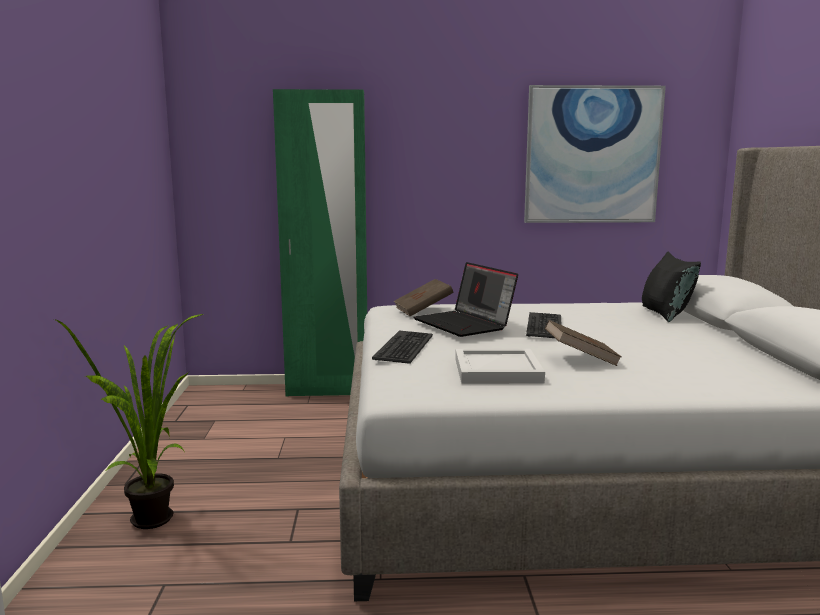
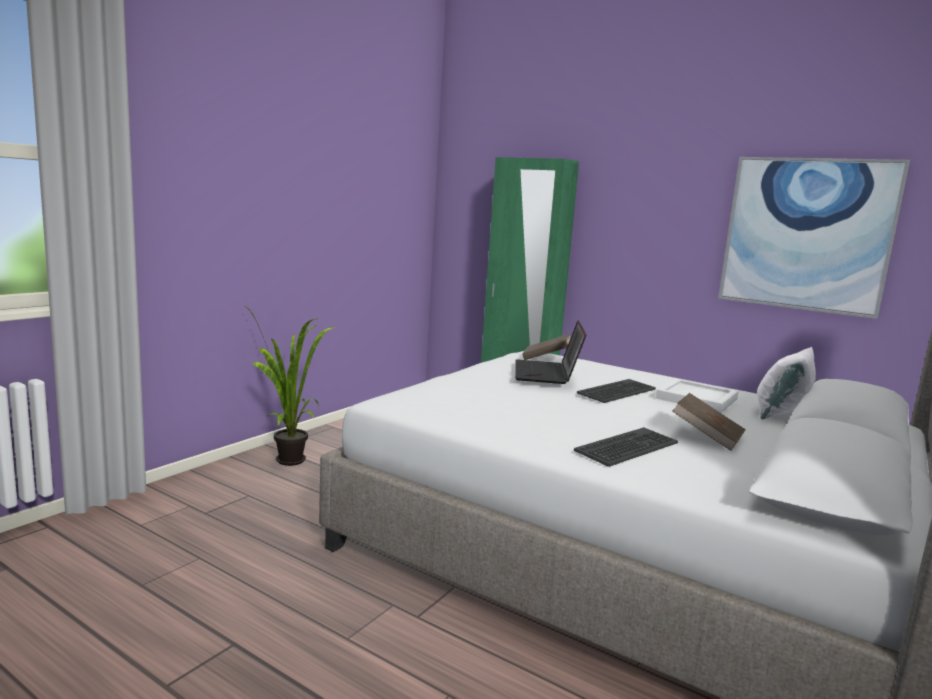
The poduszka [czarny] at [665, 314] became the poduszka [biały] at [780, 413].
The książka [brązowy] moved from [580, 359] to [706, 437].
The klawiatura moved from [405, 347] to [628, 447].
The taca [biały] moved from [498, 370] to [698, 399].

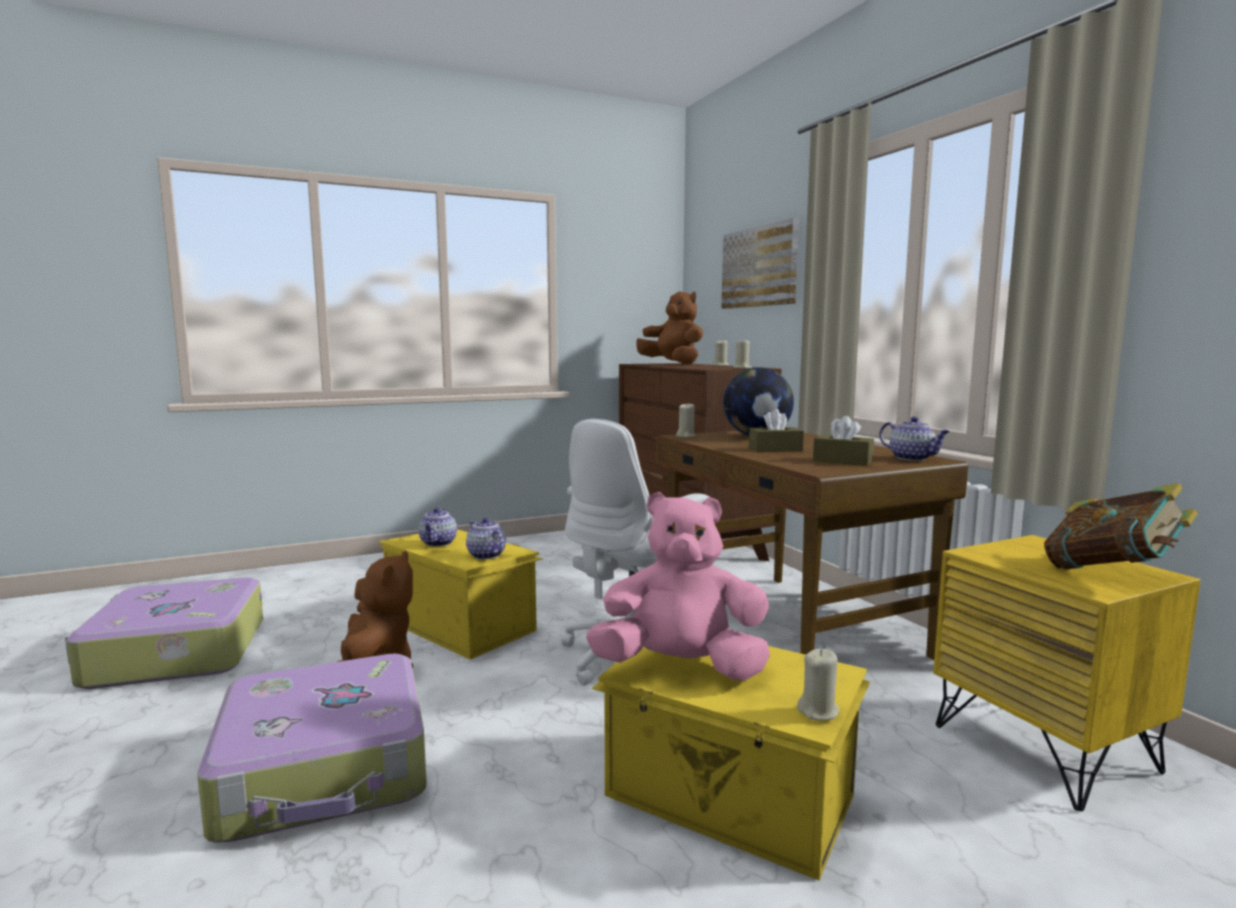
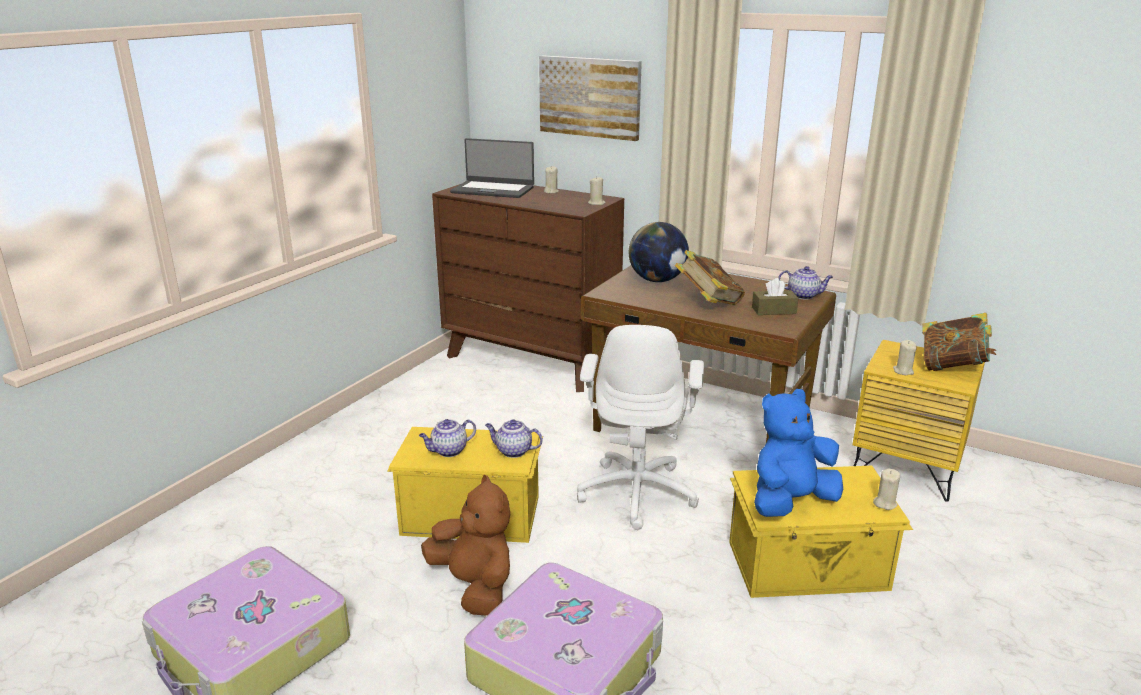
The pluszak [brązowy] at [673, 364] was replaced by the laptop at [493, 190].
The świeca [beżowy] moved from [685, 436] to [903, 371].
The pudełko chusteczek [brązowy] at [775, 449] was replaced by the książka at [708, 302].
The pluszak [różowy] at [681, 667] became the pluszak [niebieski] at [790, 502].
The imbryk at [438, 543] turned 90 degrees clockwise.

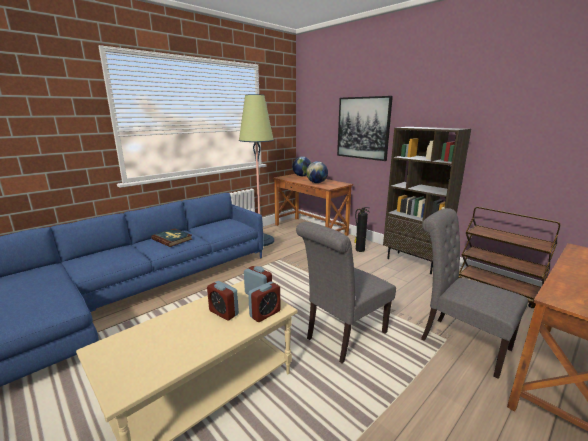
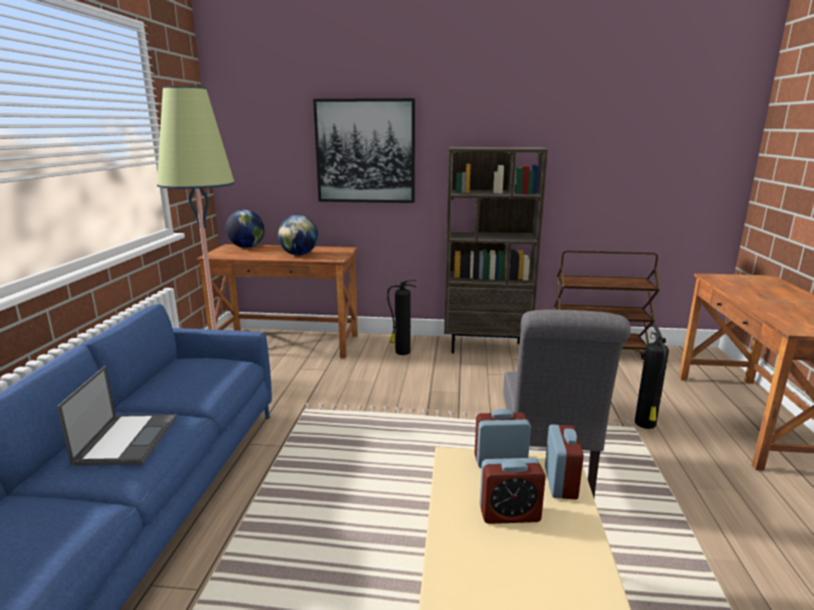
The krzesło [szary] at [459, 342] was replaced by the gaśnica at [645, 424].
The książka at [172, 239] was replaced by the laptop at [127, 439].

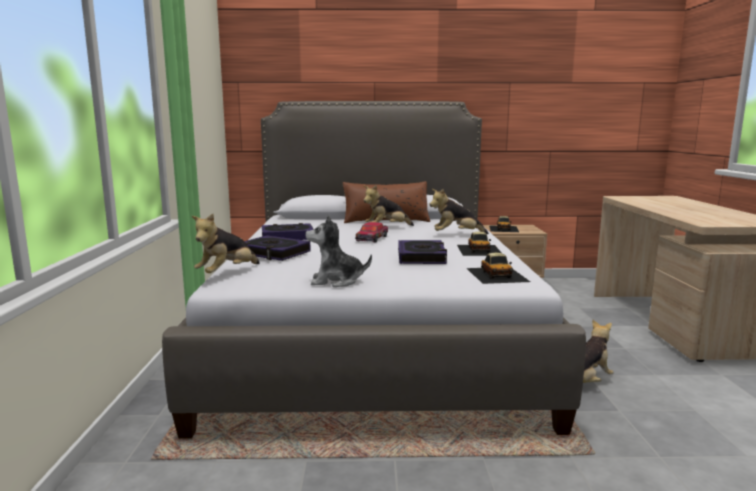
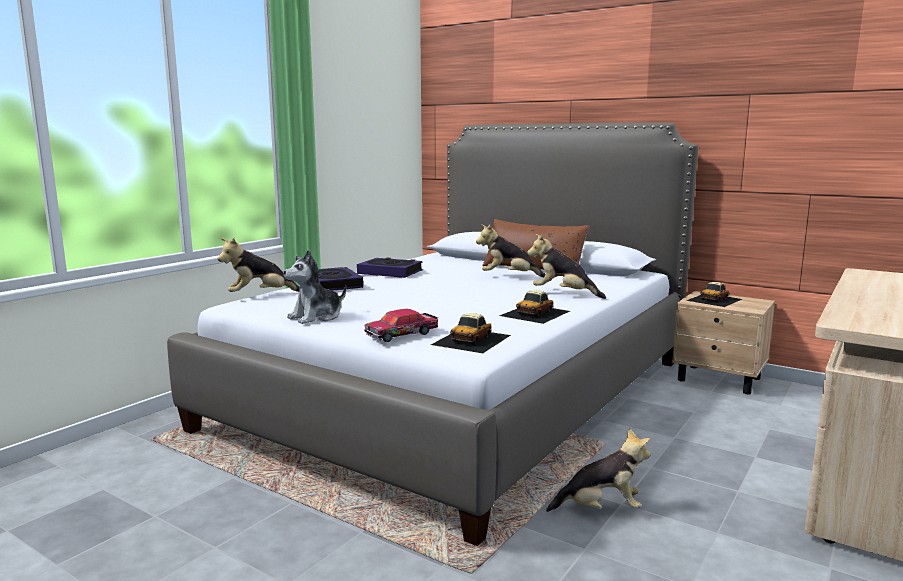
The pluszak at [336, 281] turned 75 degrees counterclockwise.
The samochodzik moved from [372, 238] to [402, 334].
The książka at [421, 257] disappeared.

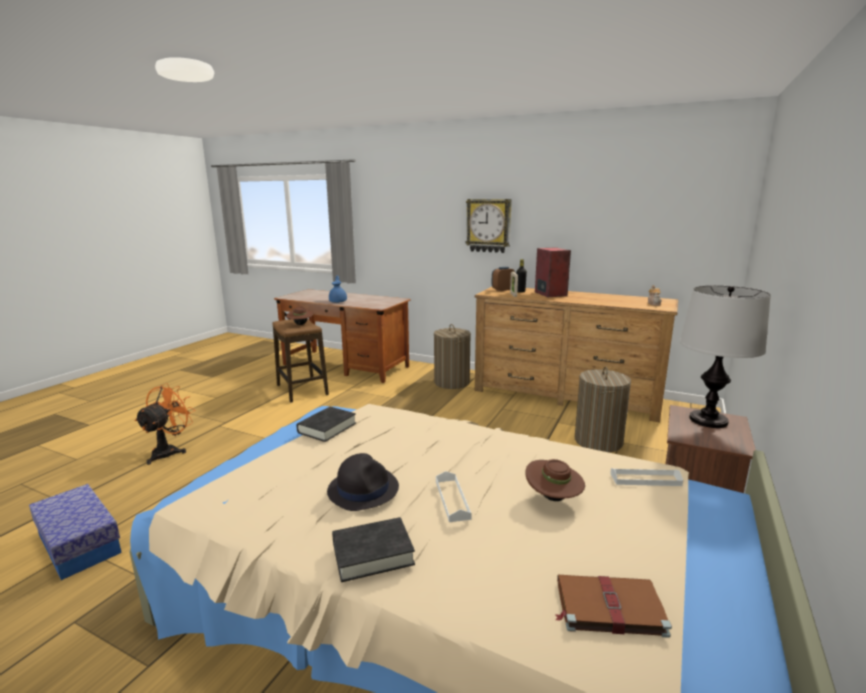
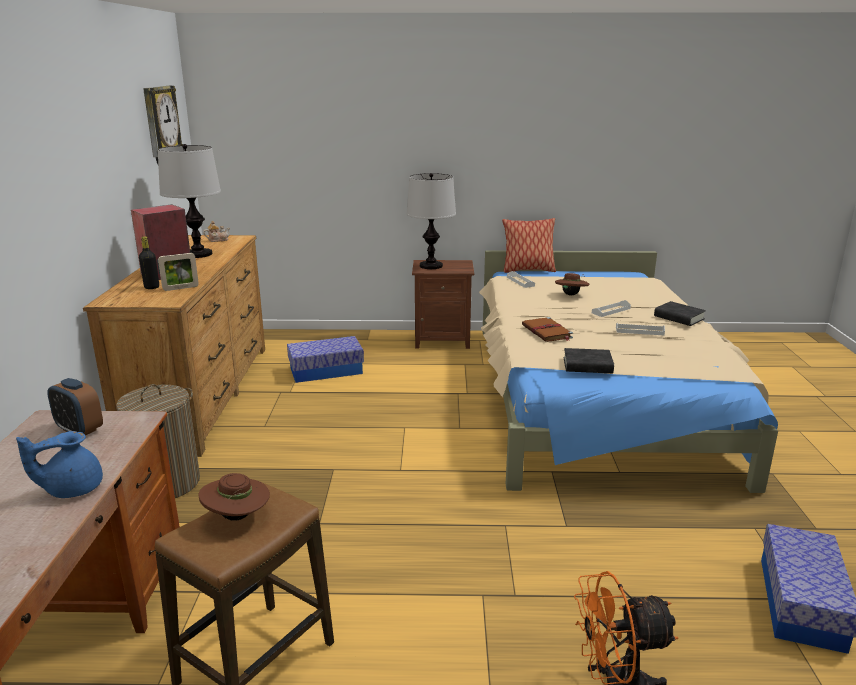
The zegar ścienny moved from [488, 225] to [160, 125].
The budzik moved from [502, 290] to [79, 430].
The kosz na pranie at [598, 441] was replaced by the pojemnik do przechowywania at [326, 371].
The kapelusz [czarny] at [363, 489] was replaced by the taca [biały] at [639, 331].
The książka [brązowy] moved from [607, 607] to [547, 332].
The lampa stołowa at [198, 254] appeared.
The poduszka at [528, 270] appeared.

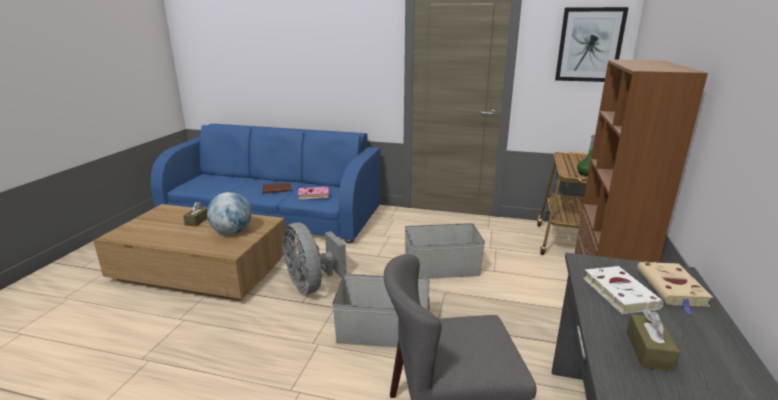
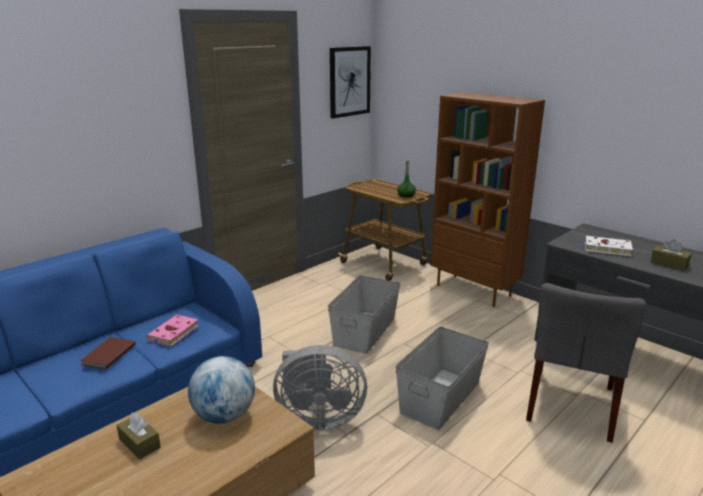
The książka [beżowy] at [672, 289] disappeared.

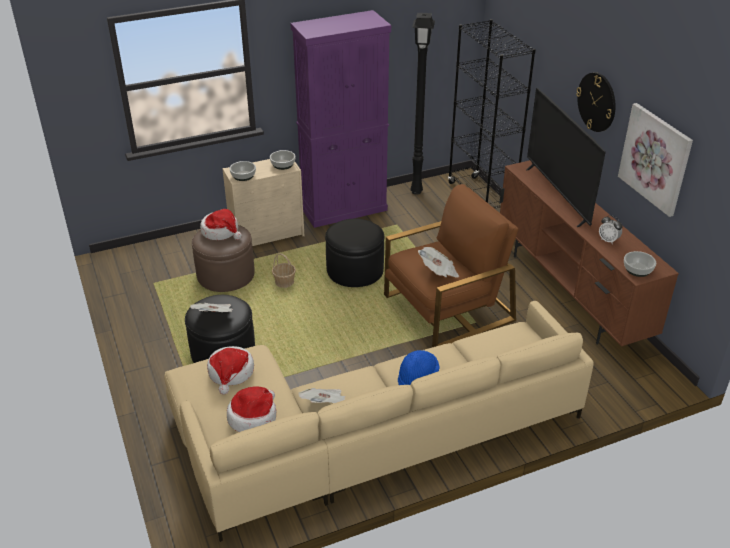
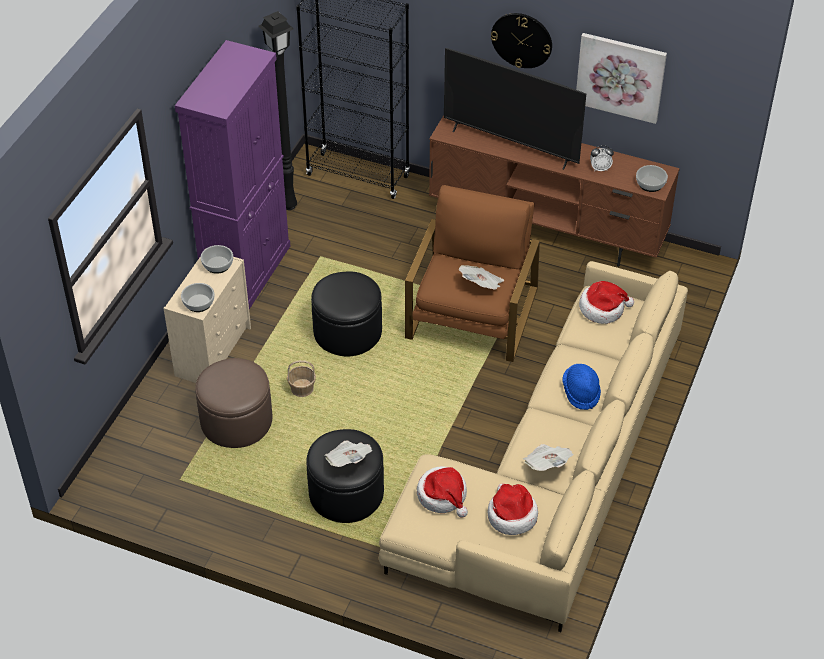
The kapelusz moved from [221, 231] to [603, 308].

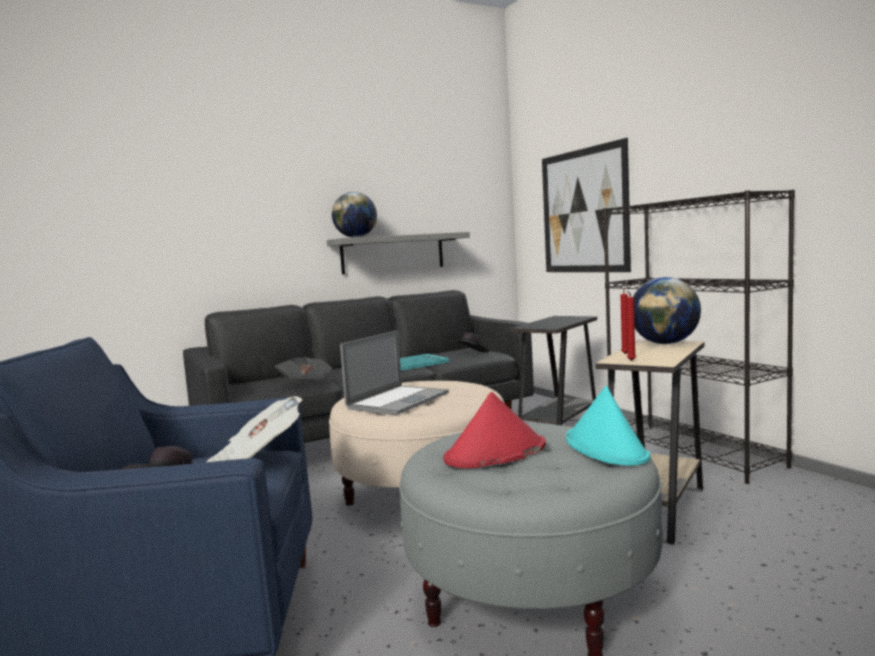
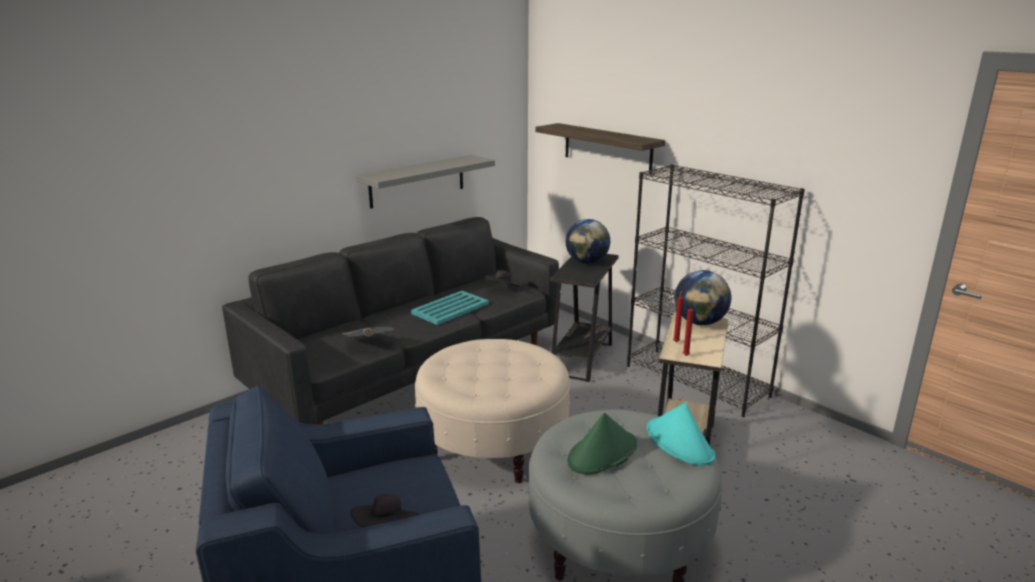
The obraz at [583, 211] was replaced by the półka at [607, 148].
The globus moved from [356, 237] to [587, 262].
The laptop at [398, 400] disappeared.
The kapelusz [czerwony] at [495, 453] became the kapelusz [zielony] at [602, 453].
The gazeta at [257, 458] disappeared.

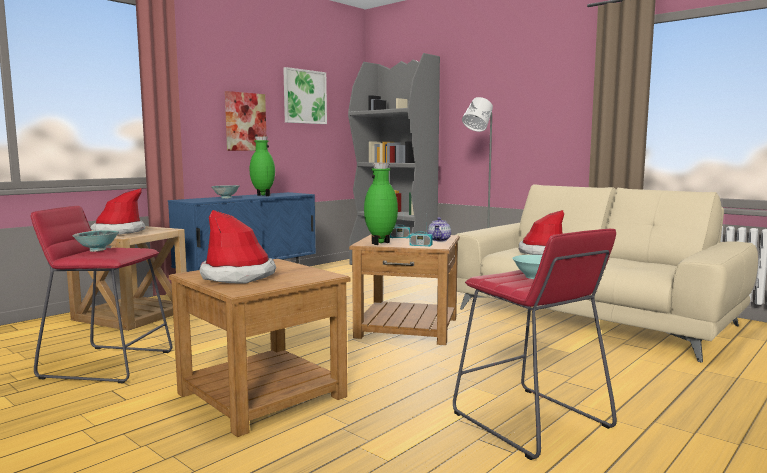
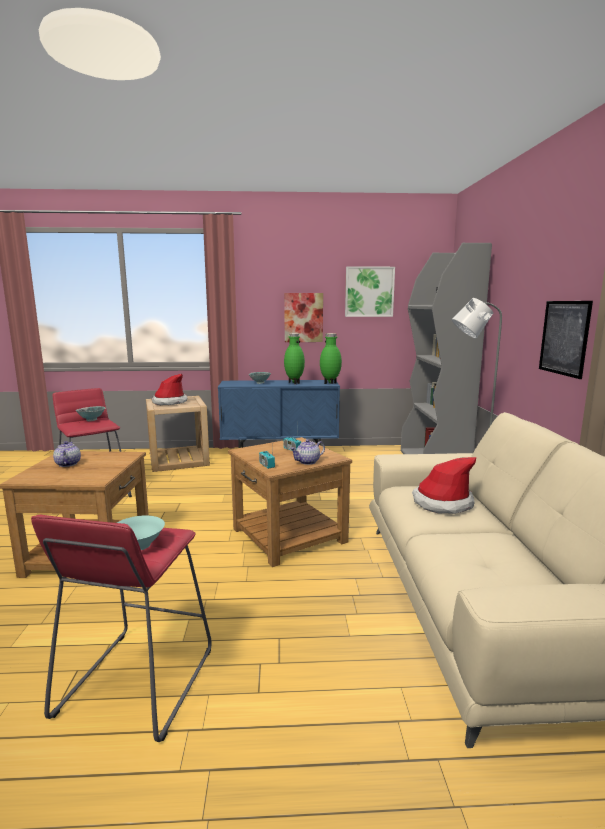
The wazon [zielony] moved from [381, 243] to [330, 383].
The kapelusz at [238, 276] was replaced by the imbryk at [67, 464].
The obraz at [564, 337] appeared.

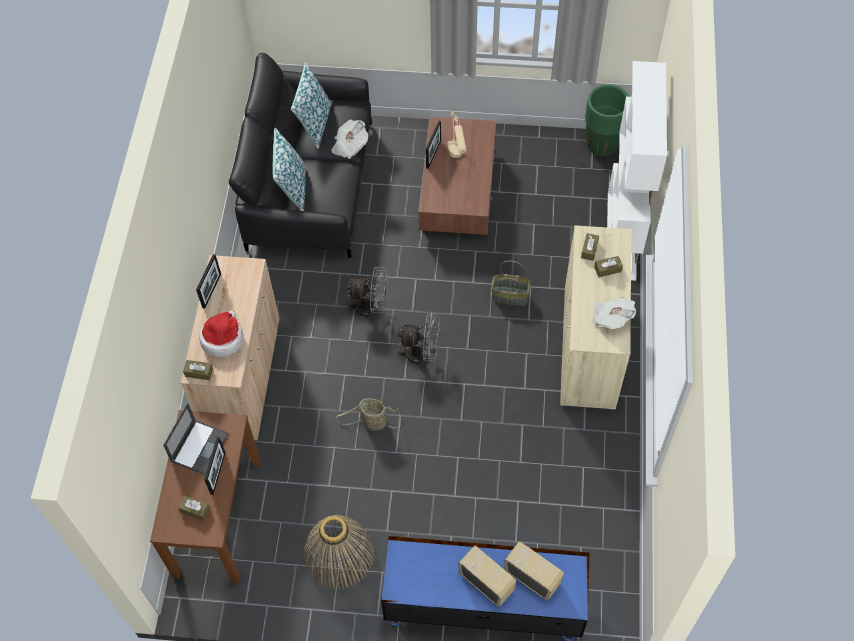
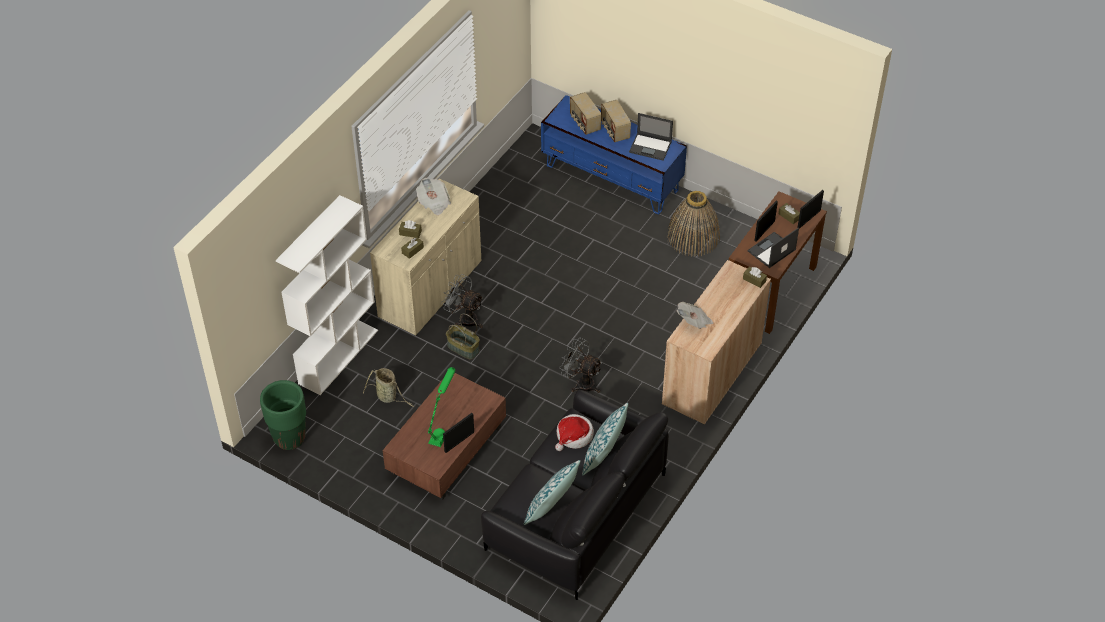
The lampa stołowa [beżowy] at [457, 160] became the lampa stołowa [zielony] at [442, 427].
The gazeta moved from [349, 146] to [694, 322].
The ramka na zdjęcie moved from [211, 291] to [809, 219].
The kapelusz moved from [223, 338] to [574, 436].
The wentylator [szary] moved from [422, 356] to [464, 318].
The koszyk moved from [372, 423] to [388, 397].
The laptop at [651, 147] appeared.

